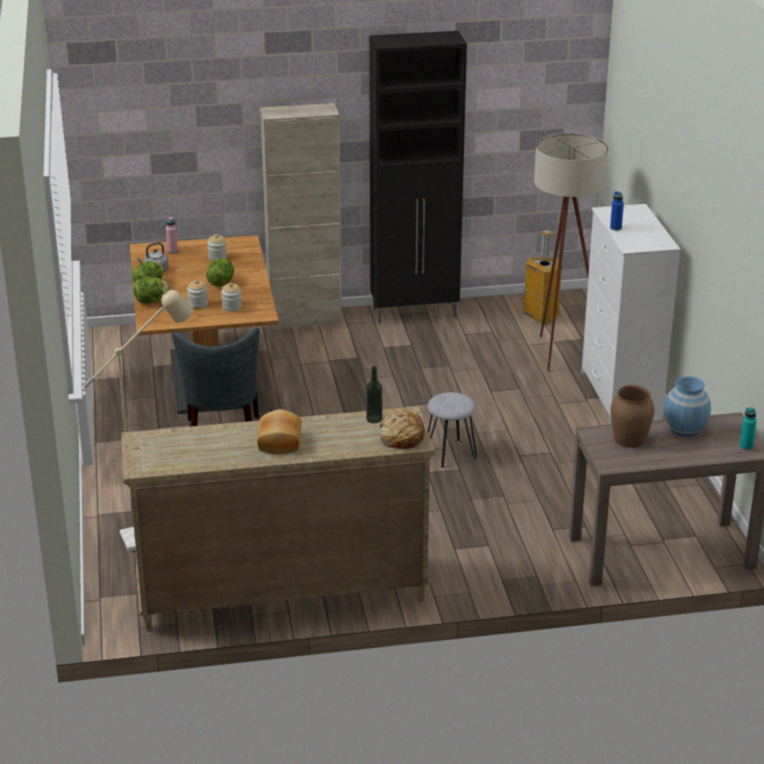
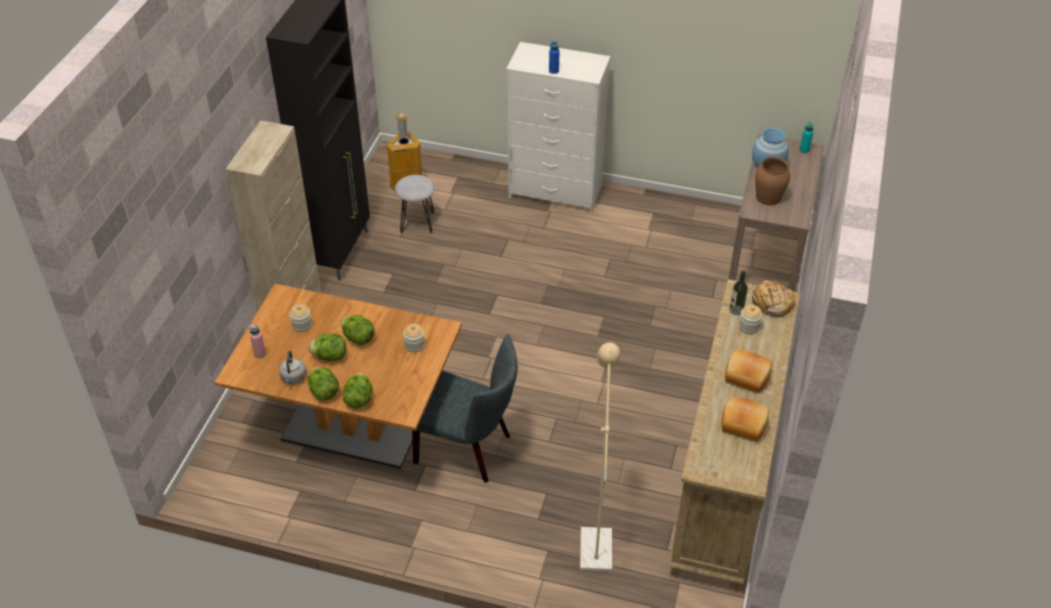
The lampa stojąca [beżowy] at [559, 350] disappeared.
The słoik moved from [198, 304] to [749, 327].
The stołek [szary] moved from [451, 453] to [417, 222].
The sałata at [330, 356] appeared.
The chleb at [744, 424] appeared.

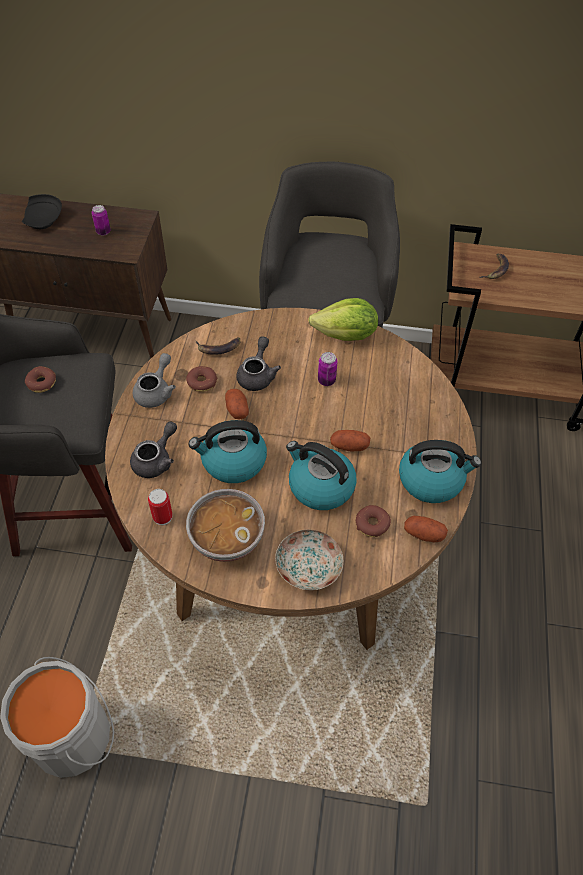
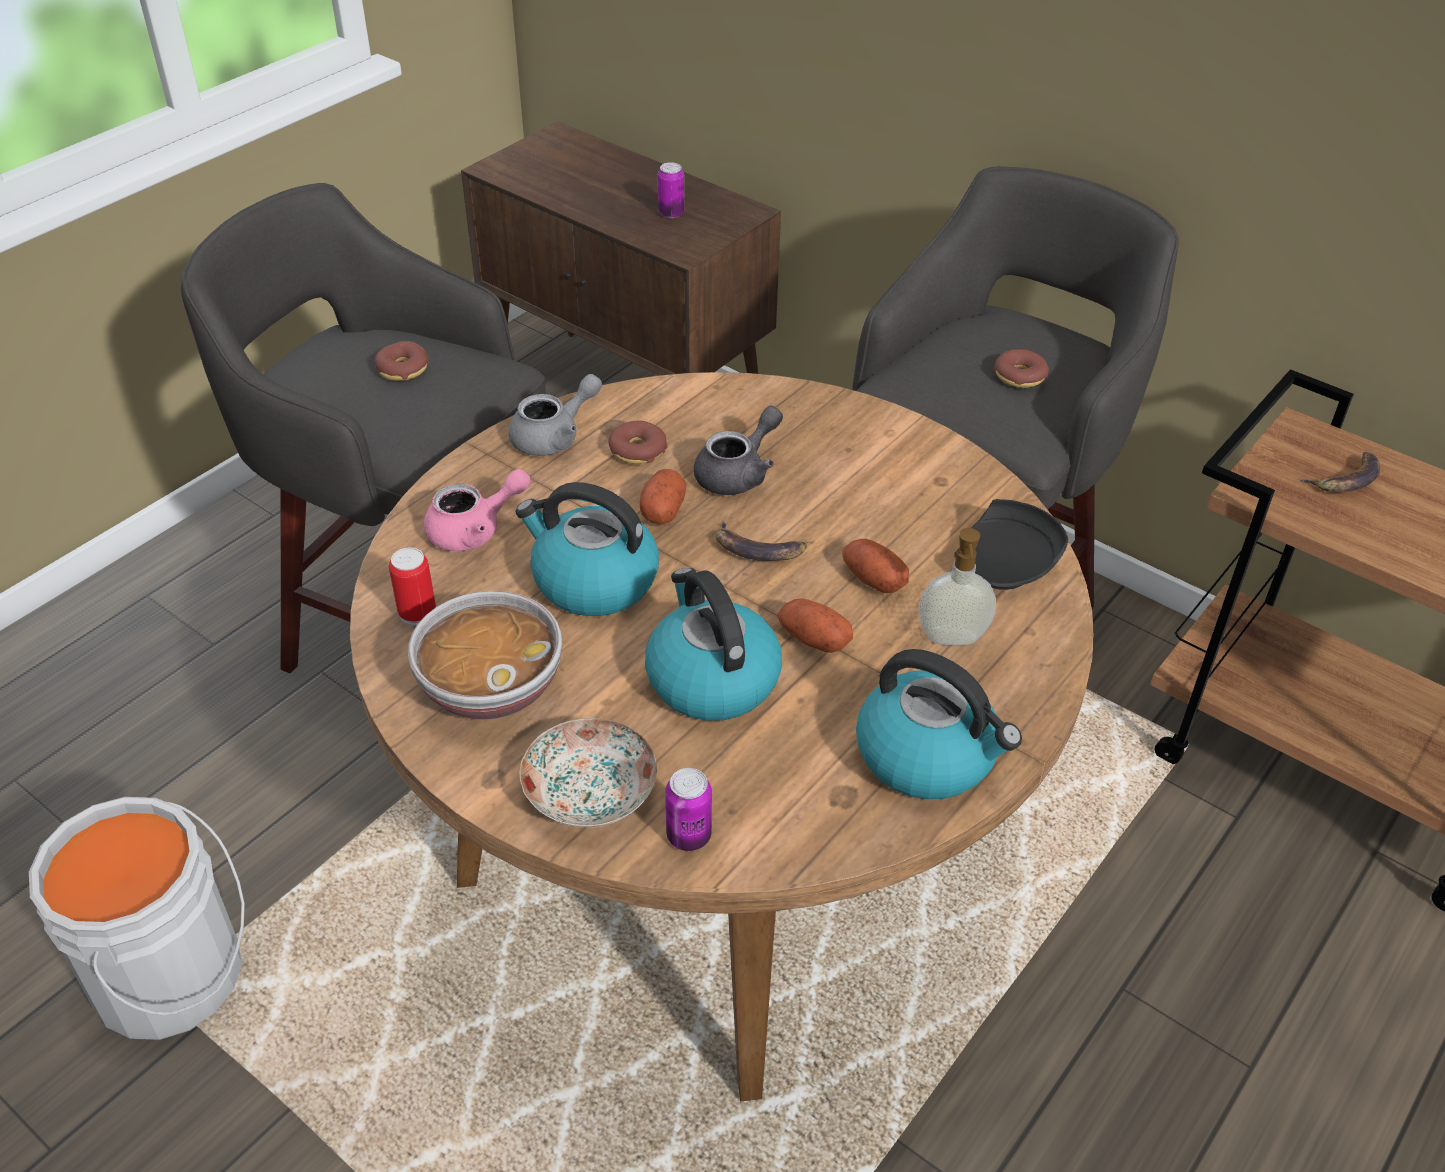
The talerz [czarny] moved from [44, 220] to [1007, 565].
The sałata at [346, 336] disappeared.
The banan moved from [219, 348] to [758, 548].
The puszka moved from [326, 380] to [689, 836].
The imbryk [szary] at [156, 460] became the imbryk [różowy] at [475, 530].
The donut moved from [372, 524] to [1019, 376].
The ziemniak moved from [423, 534] to [873, 579].
The dozownik mydła at [952, 638] appeared.

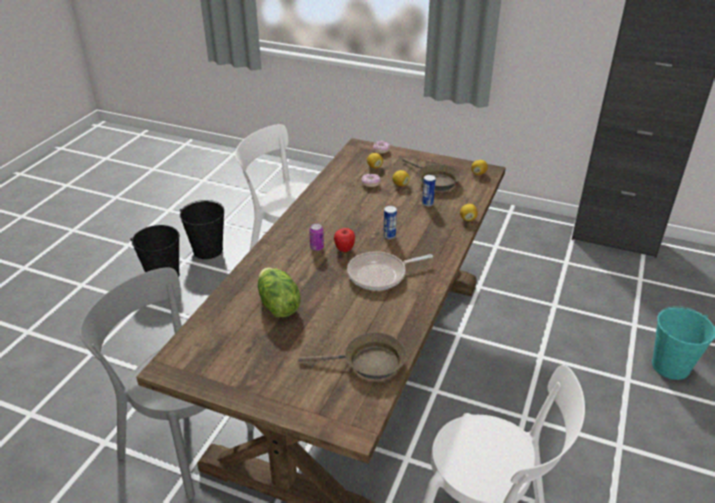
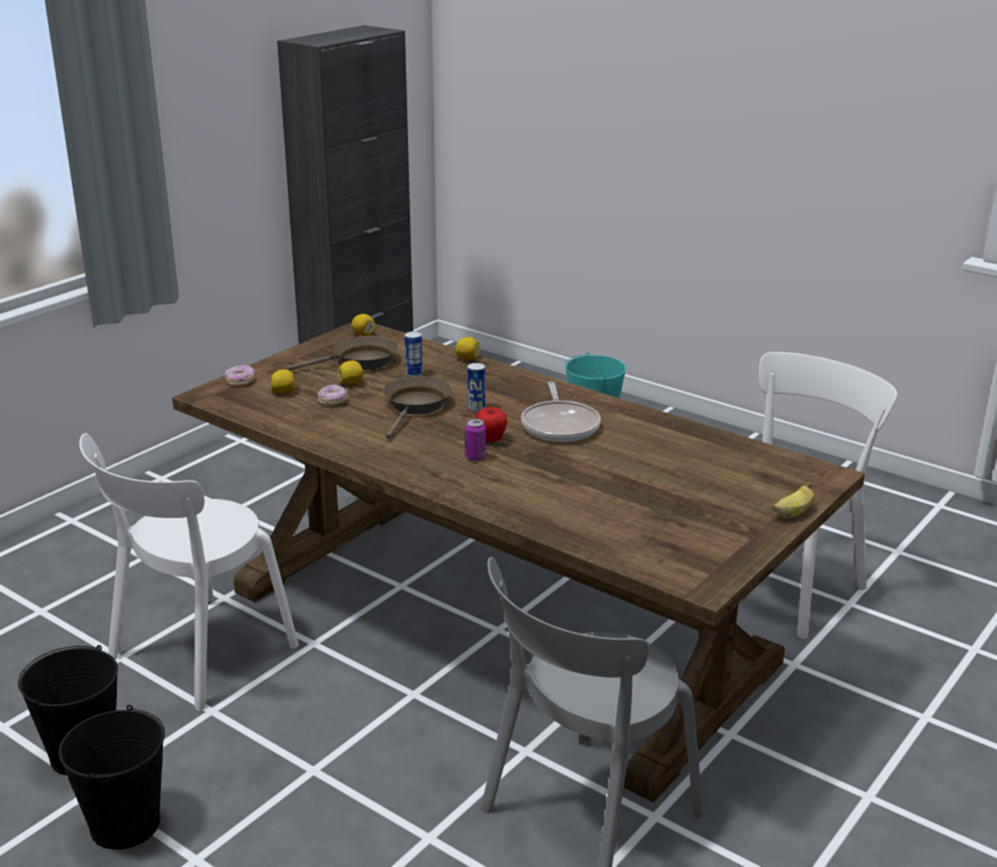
The sałata at [278, 305] disappeared.
The patelnia [brązowy] moved from [369, 363] to [416, 406].
The banan at [793, 514] appeared.

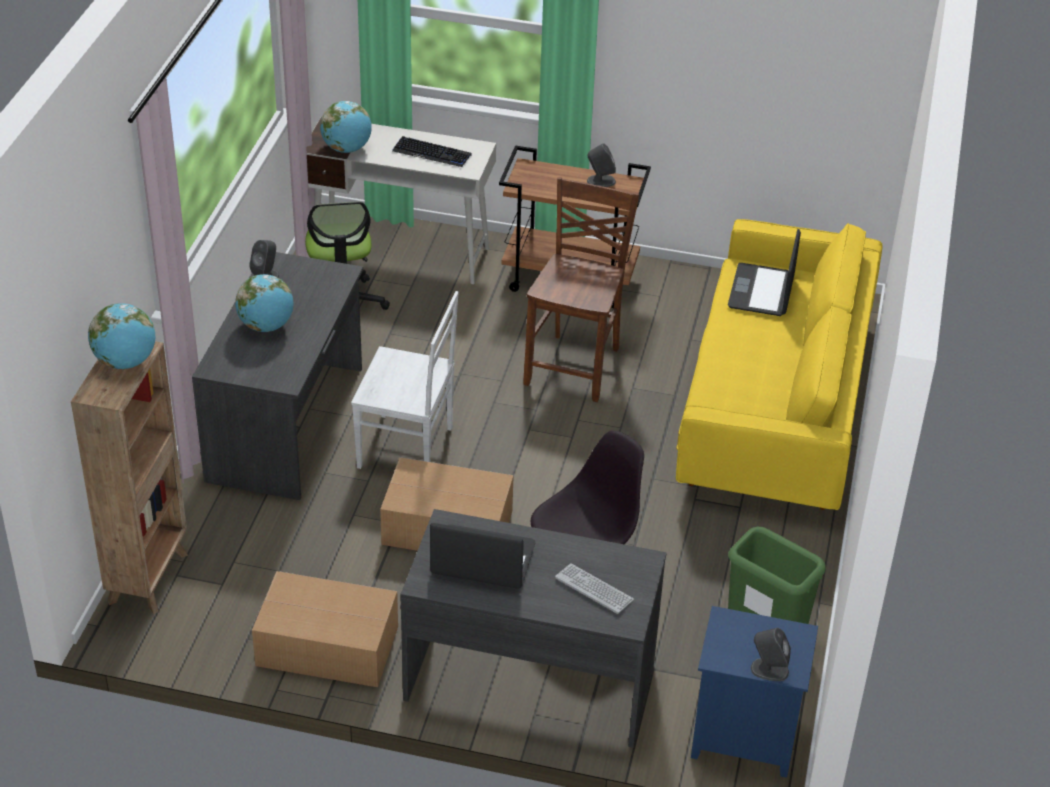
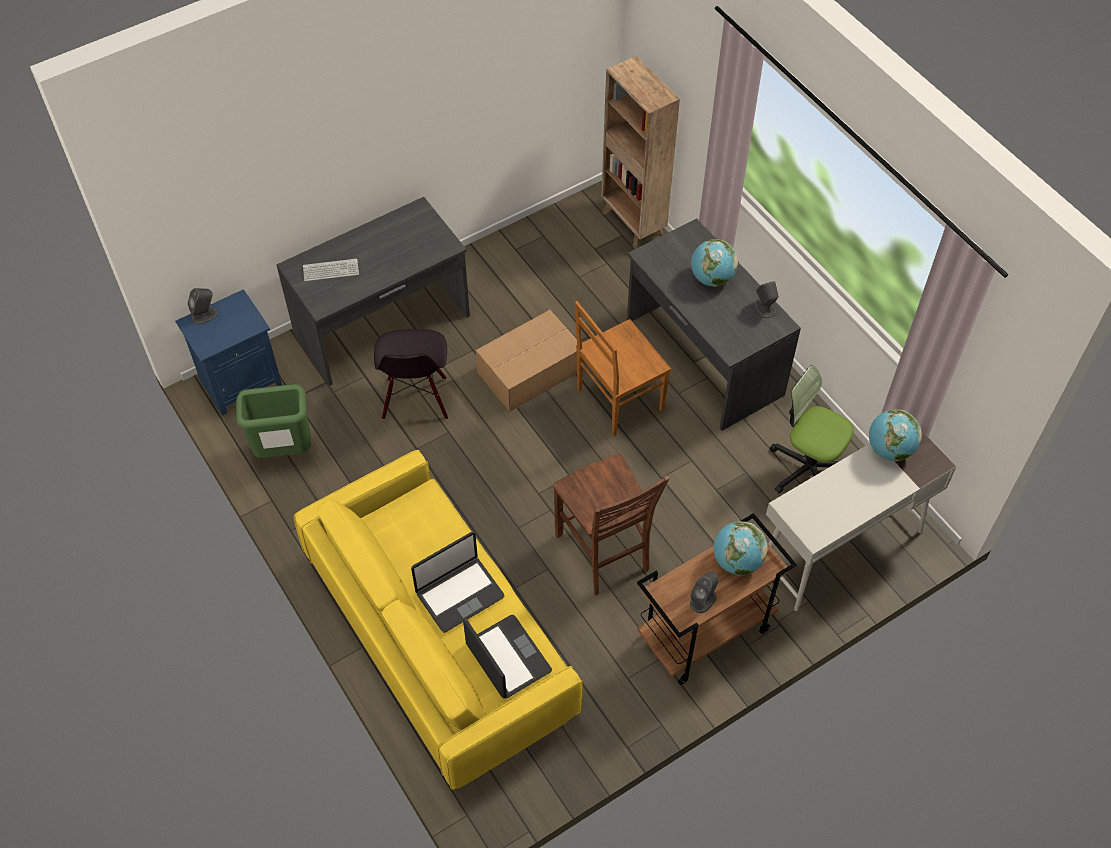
The klawiatura at [432, 153] disappeared.
The krzesło [biały] at [408, 448] became the krzesło [brązowy] at [617, 400].
The globus moved from [126, 362] to [737, 561].
The laptop moved from [482, 560] to [459, 594].
The karton at [329, 647] disappeared.

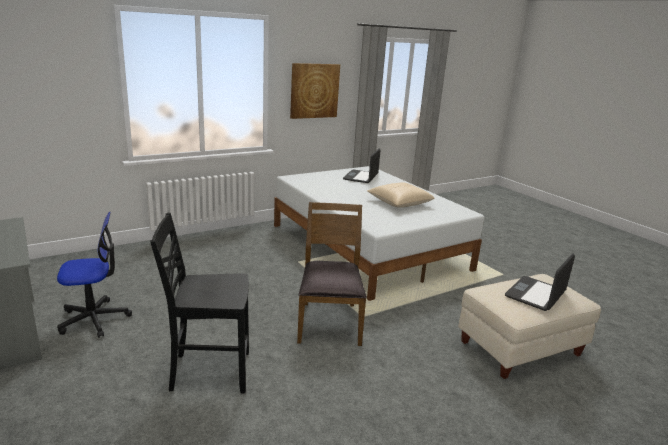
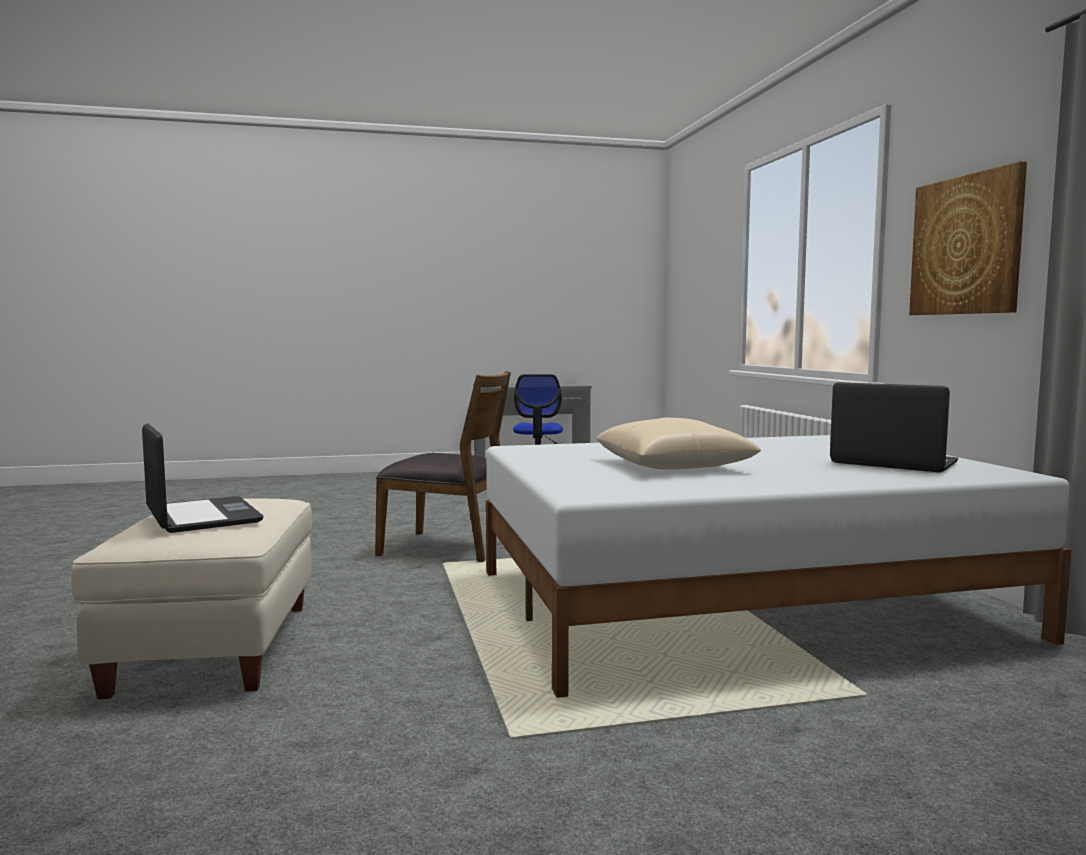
The krzesło [czarny] at [209, 371] disappeared.

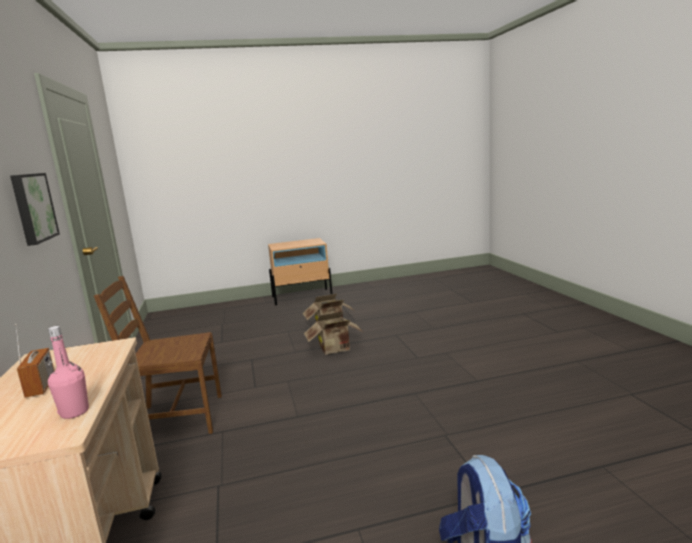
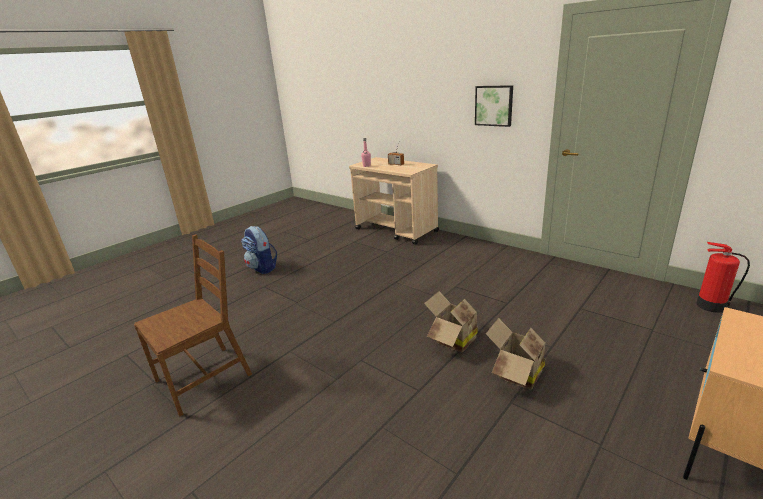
The krzesło [brązowy] moved from [177, 419] to [204, 377].
The gaśnica at [710, 305] appeared.

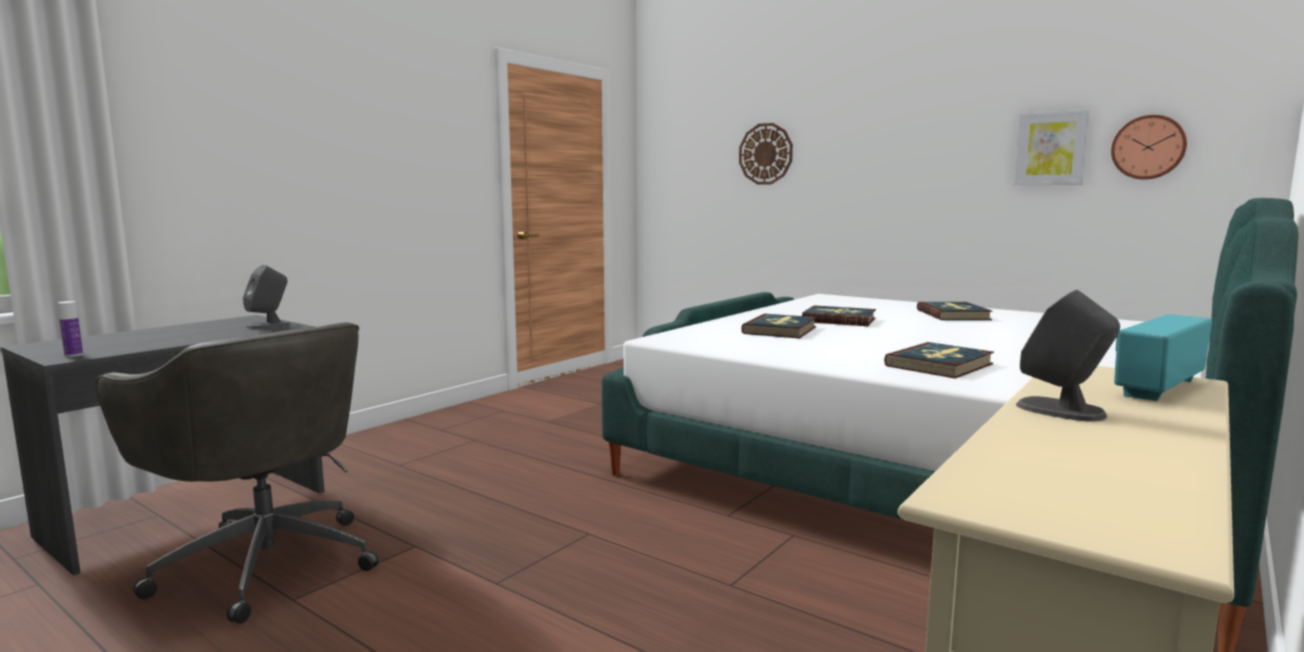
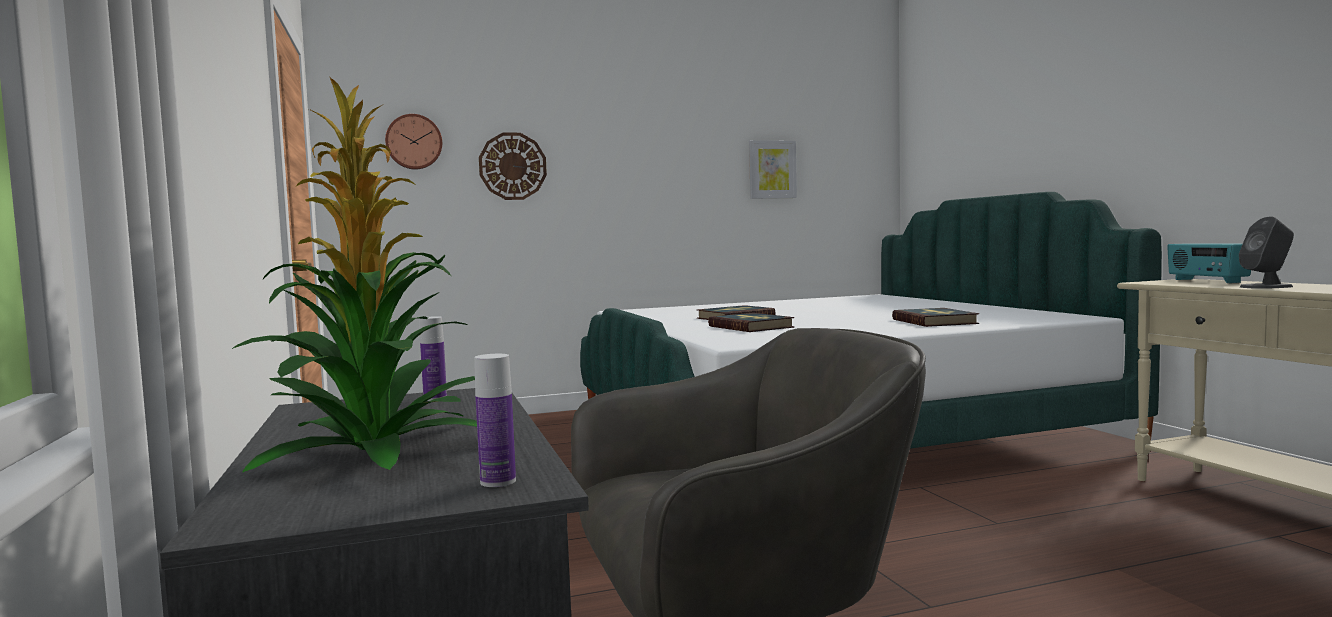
The zegar ścienny moved from [1148, 147] to [414, 142].
The głośnik [szary] at [268, 325] was replaced by the butelka at [435, 398].
The książka at [953, 315] disappeared.
The roślina doniczkowa at [374, 452] appeared.

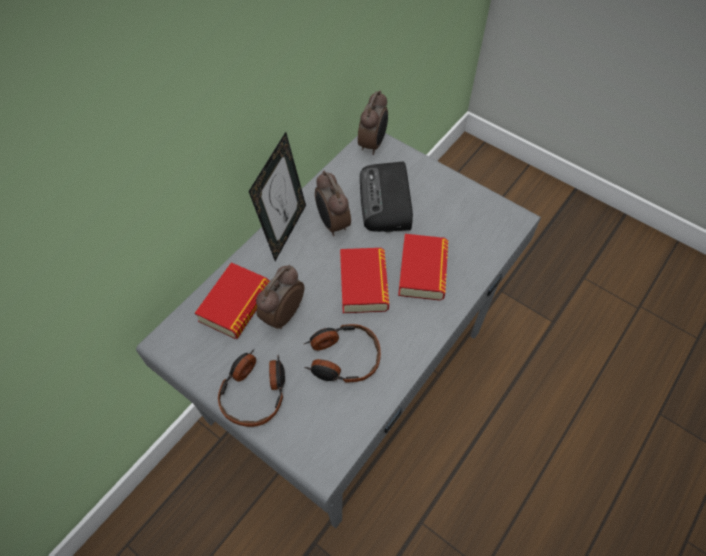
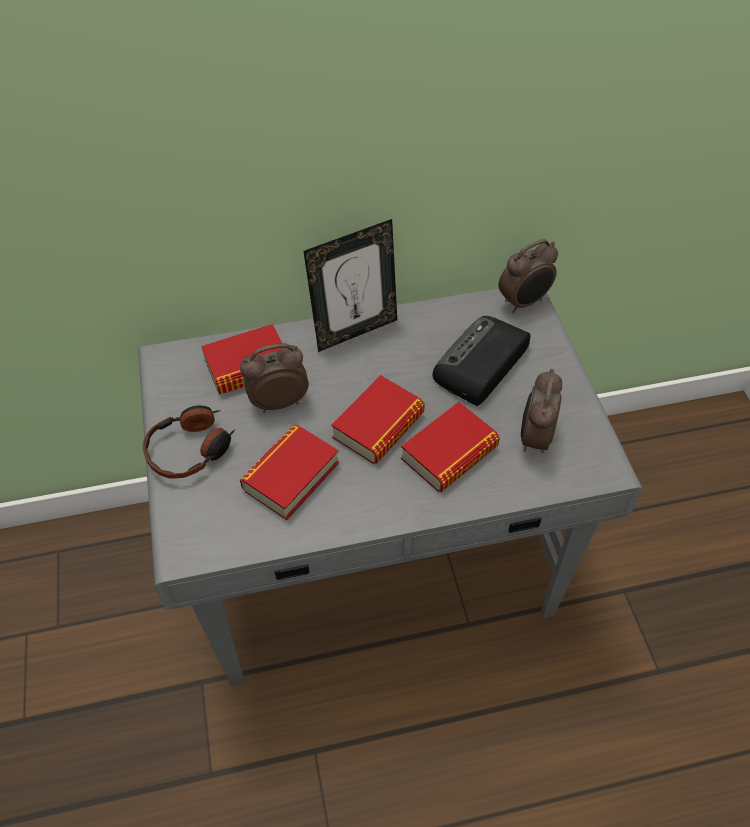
The budzik moved from [332, 223] to [534, 437].
The słuchawki at [342, 358] was replaced by the książka at [291, 476].

